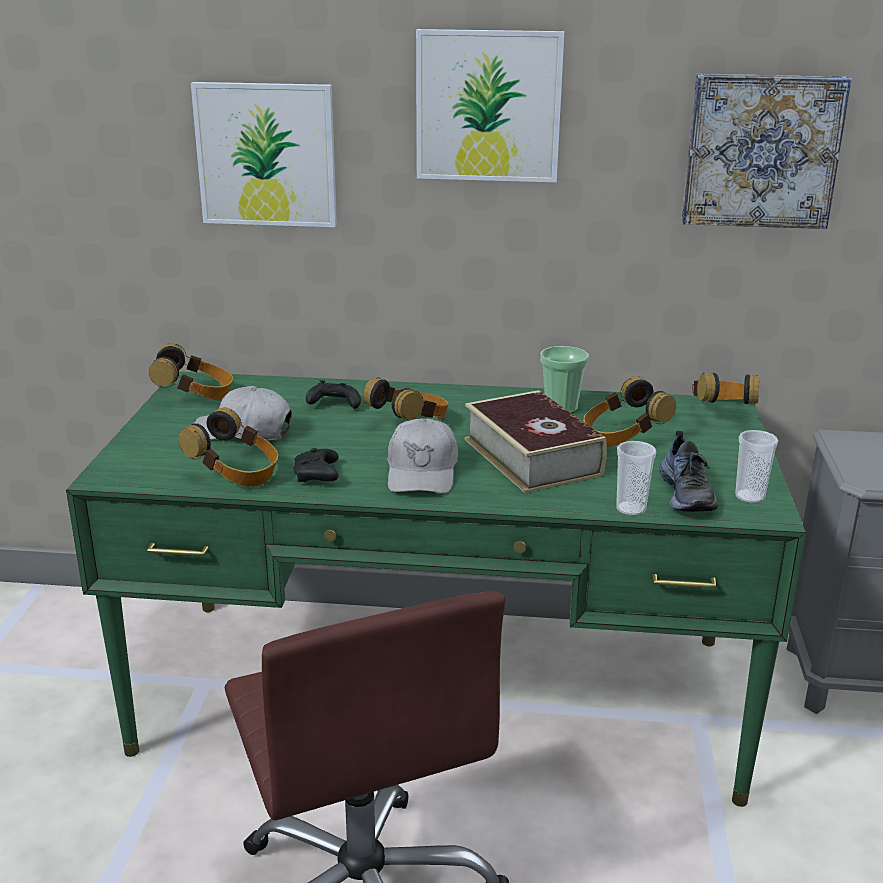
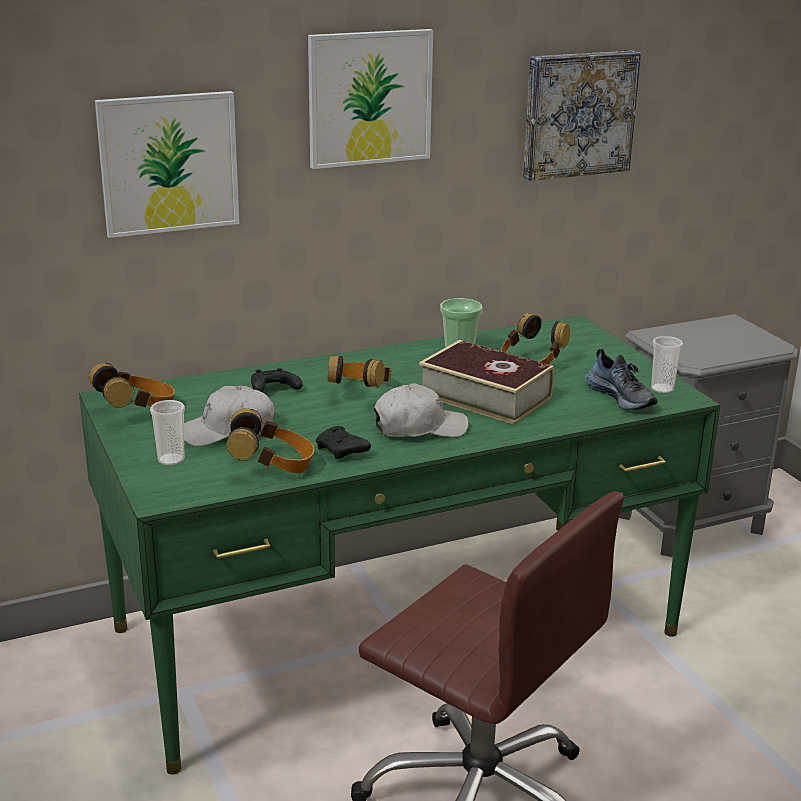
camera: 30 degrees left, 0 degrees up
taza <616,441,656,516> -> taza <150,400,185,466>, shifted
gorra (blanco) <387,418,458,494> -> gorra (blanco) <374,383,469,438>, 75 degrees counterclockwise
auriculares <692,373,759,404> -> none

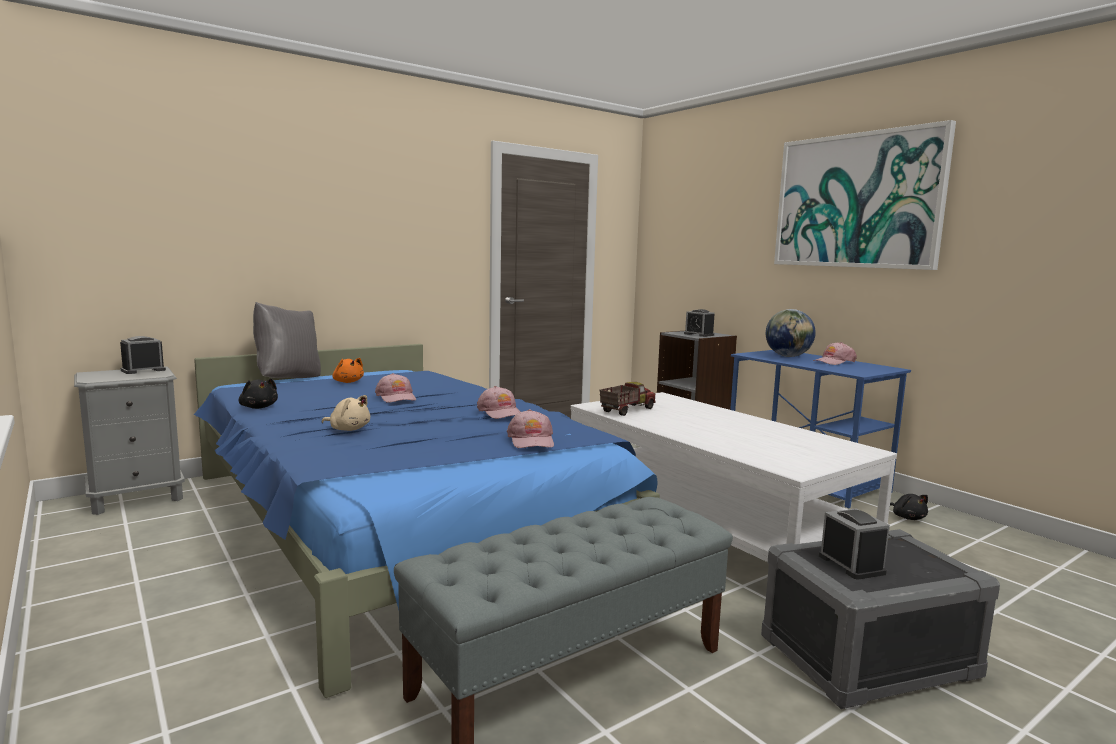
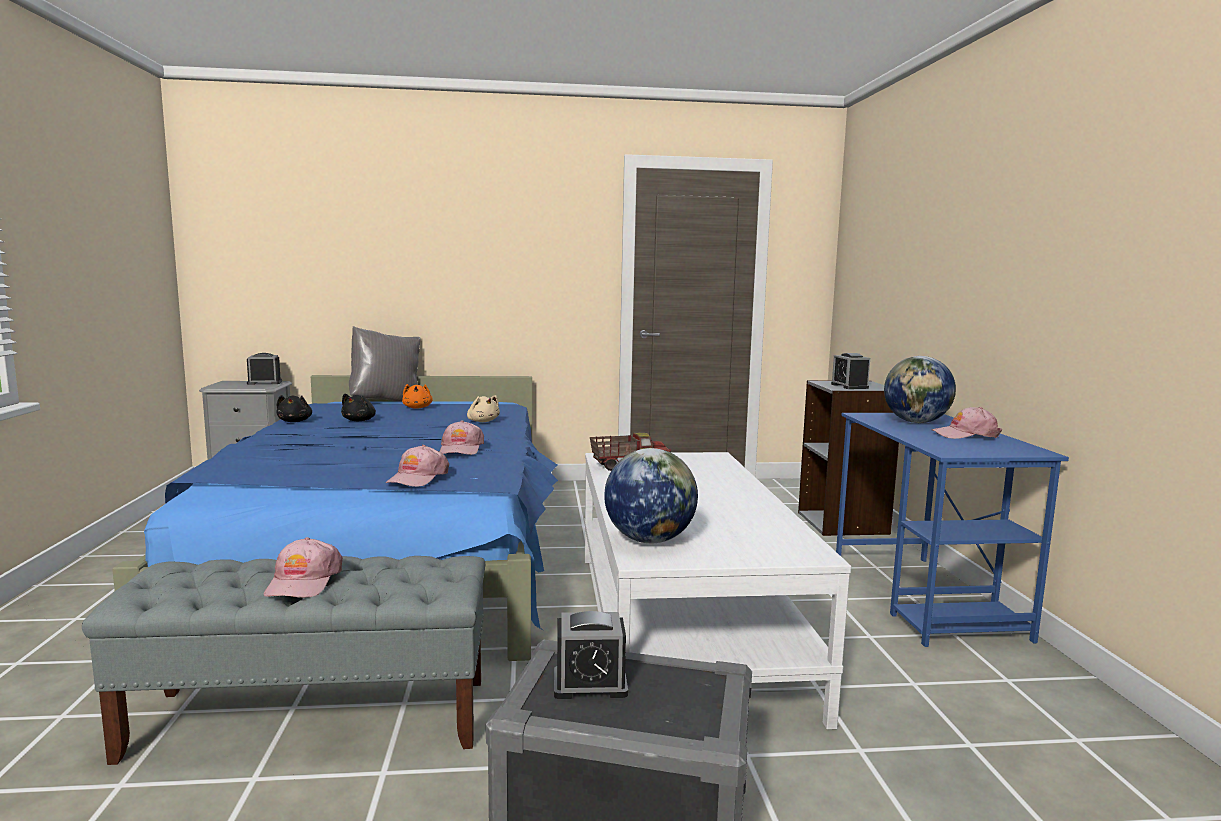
camera: 30 degrees right, 0 degrees up
gorra (rosa) <375,373,416,403> -> gorra (rosa) <264,537,343,598>, shifted
peluche (negro) <890,494,928,520> -> peluche (negro) <341,394,376,421>, shifted
peluche (beis) <322,395,370,431> -> peluche (beis) <467,395,500,422>, shifted
despertador <819,509,890,580> -> despertador <554,611,628,699>, 75 degrees clockwise
none -> globo terráqueo <604,448,698,543>
cuadro <774,120,956,270> -> none

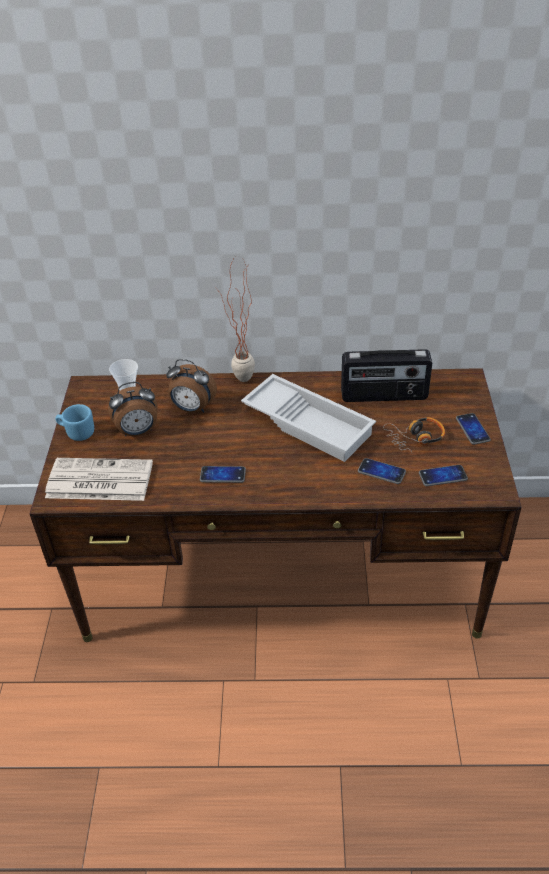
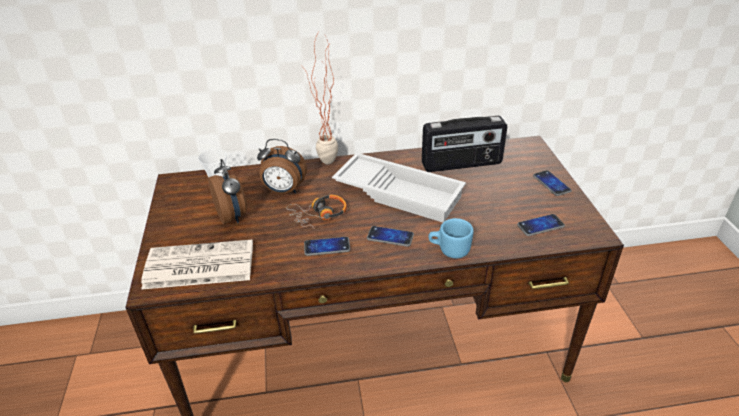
camera: 10 degrees left, 5 degrees down
despertador <108,382,157,436> -> despertador <208,159,247,224>, 90 degrees counterclockwise
auriculares <383,417,445,454> -> auriculares <287,195,347,229>, shifted
móvil <358,458,406,484> -> móvil <367,226,414,247>, shifted
taza grande (azul) <55,404,94,441> -> taza grande (azul) <428,218,474,258>, shifted

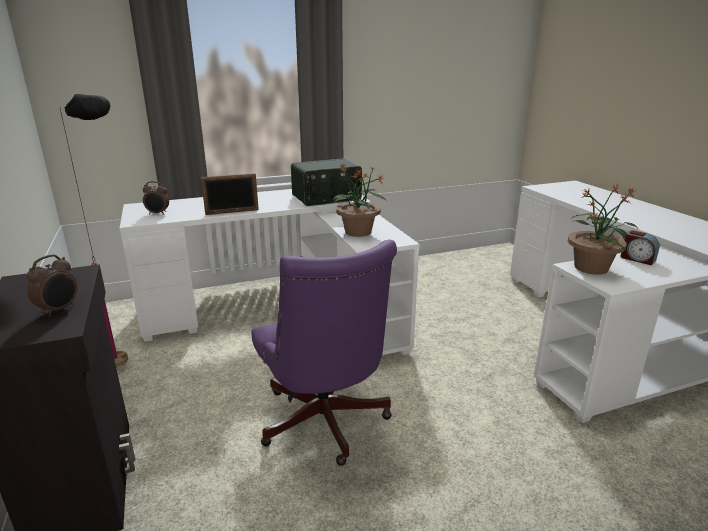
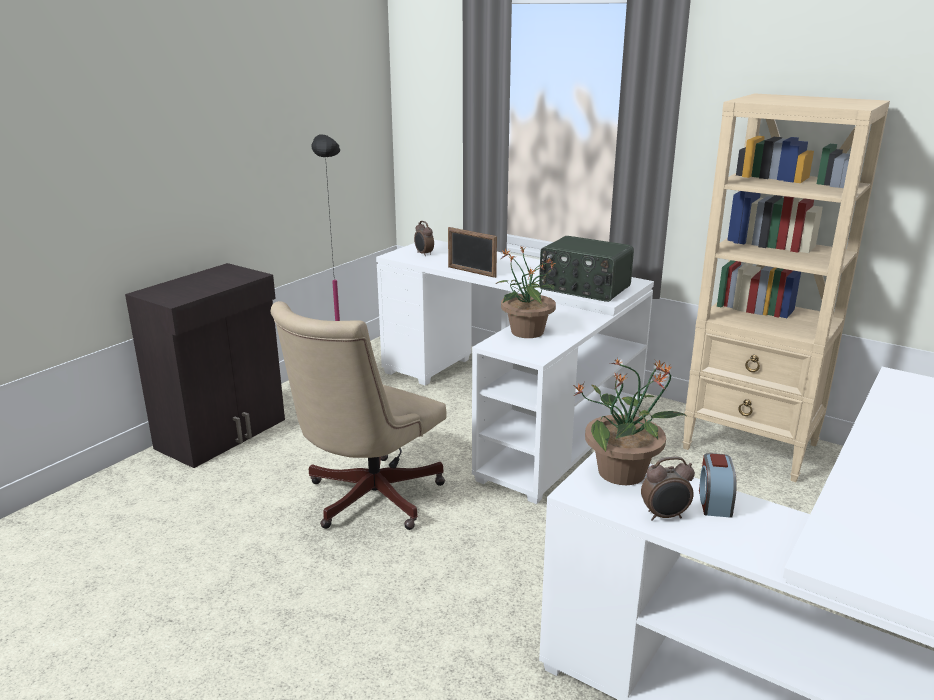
camera: 55 degrees right, 0 degrees up
silla de oficina (morado) <251,240,397,466> -> silla de oficina (beis) <270,301,447,530>
despertador <27,255,77,317> -> despertador <641,457,695,521>, shifted
none -> estantería (beis) <682,93,890,482>

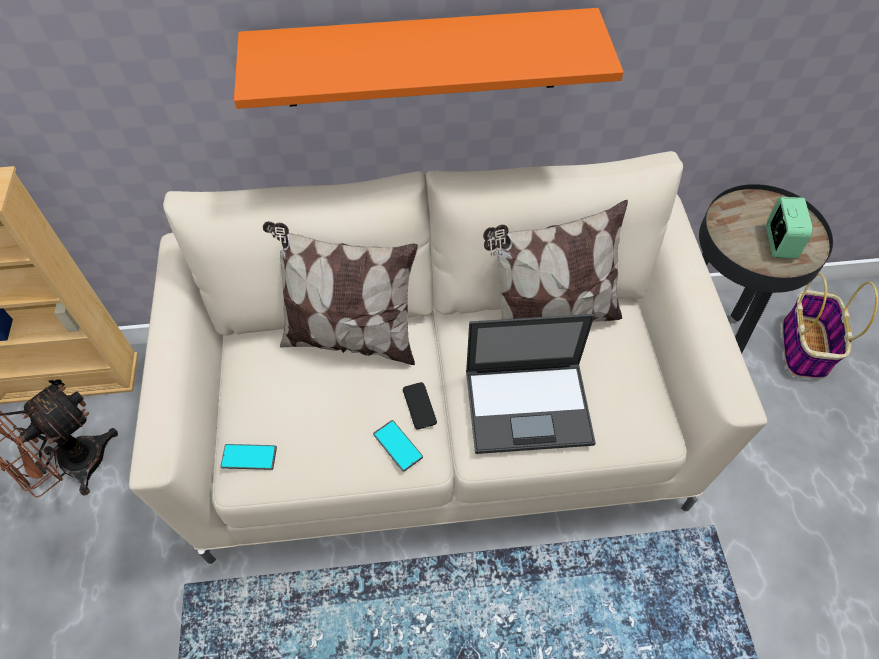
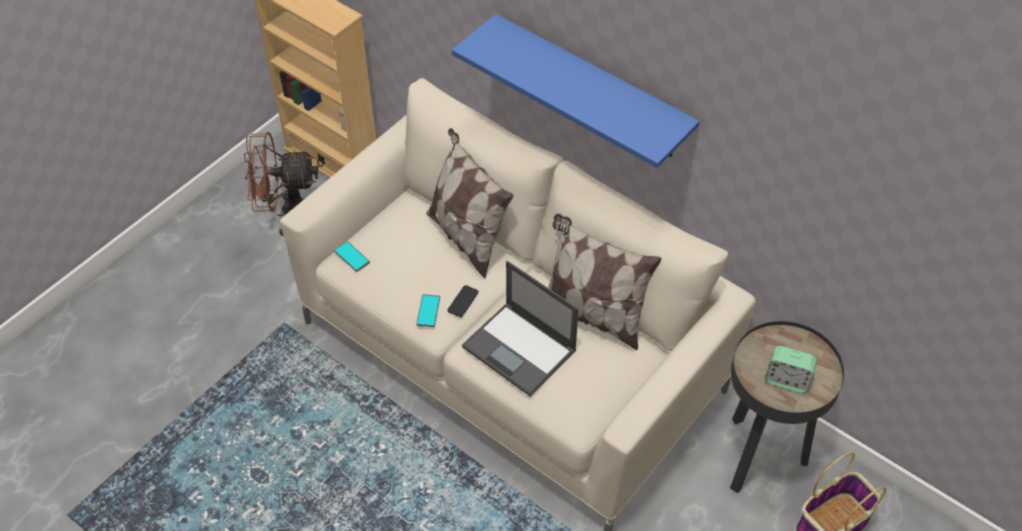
camera: 45 degrees right, 5 degrees down
estante (naranja) <234,8,624,109> -> estante (azul) <452,14,700,168>
despertador <766,197,812,259> -> despertador <765,346,817,393>, 60 degrees clockwise

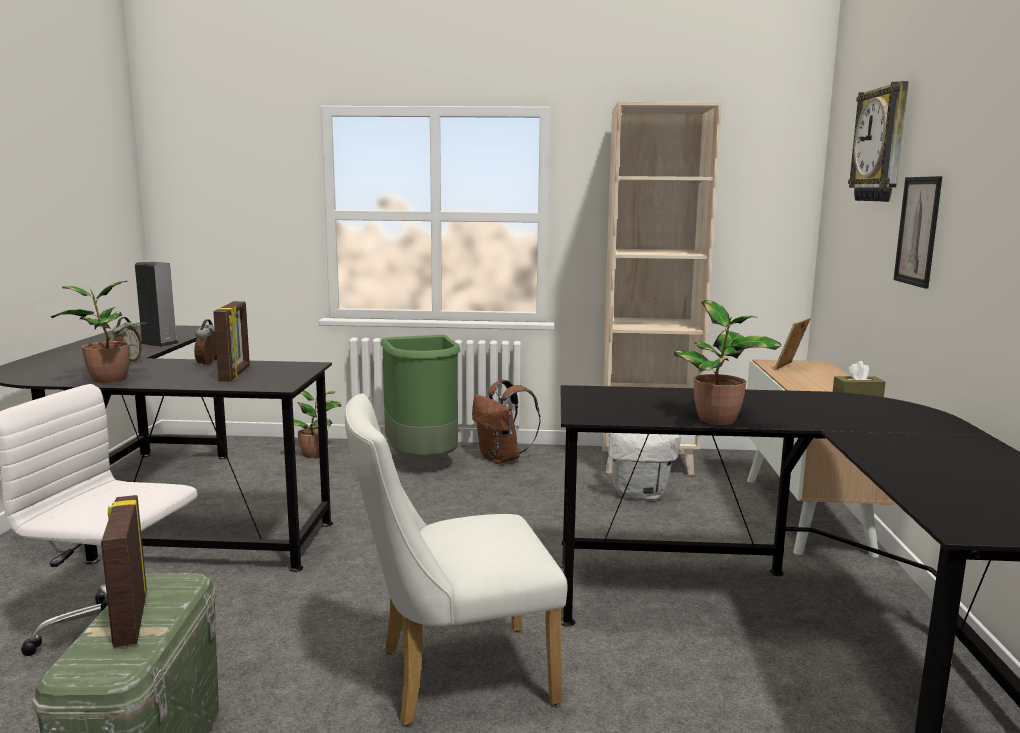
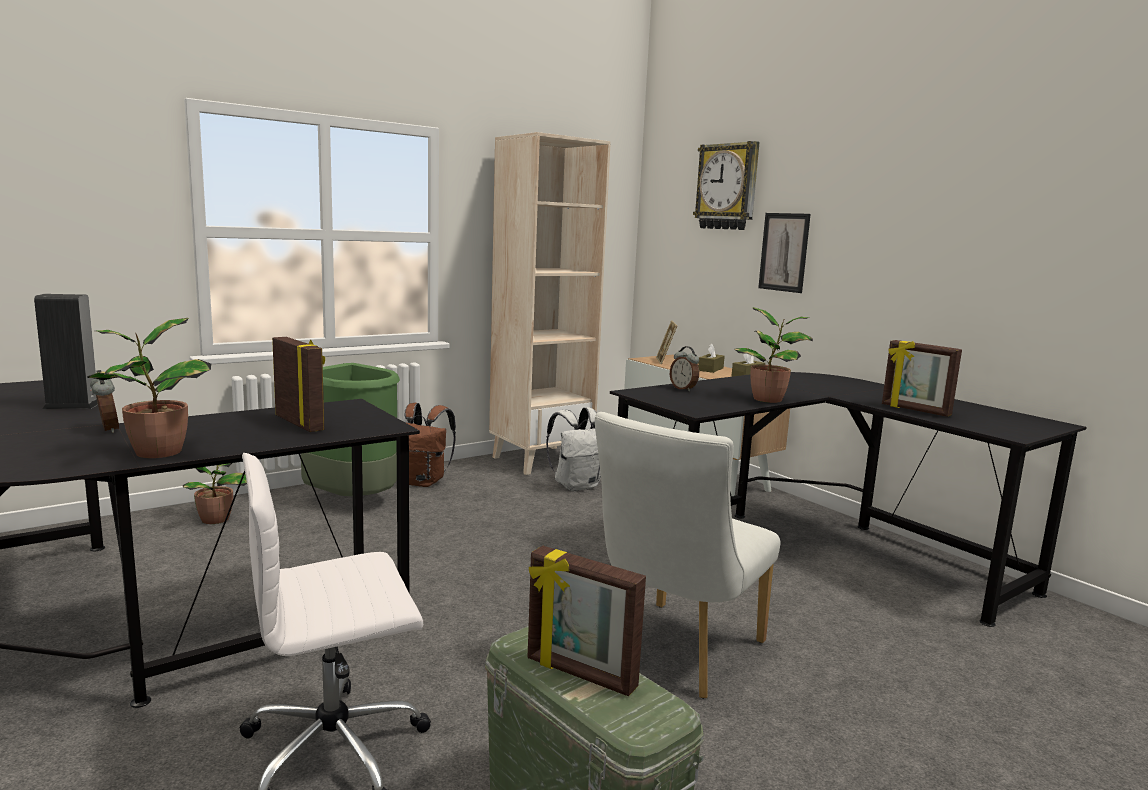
camera: 40 degrees left, 0 degrees up
despertador <194,319,216,367> -> despertador <670,346,699,391>, shifted
none -> caja de pañuelos (marrón) <698,344,725,373>
none -> portarretratos <882,340,962,417>

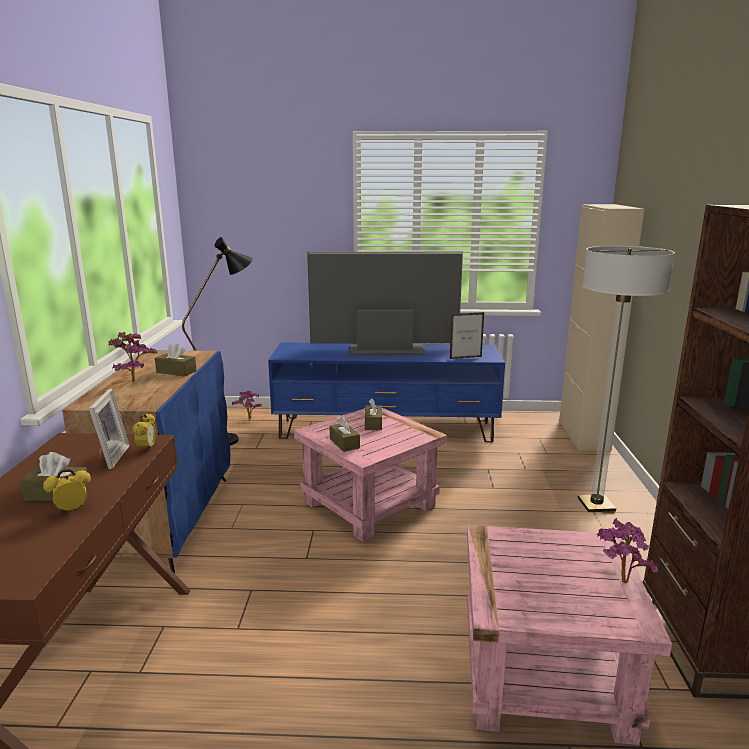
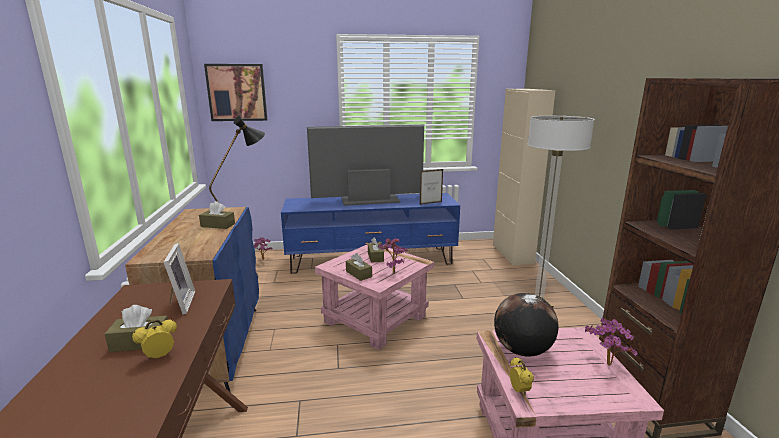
camera: 10 degrees left, 0 degrees up
none -> cuadro <204,64,267,121>
planta en maceta <108,332,157,382> -> planta en maceta <378,238,408,273>, shifted
none -> globo terráqueo <494,293,558,357>
despertador <133,413,156,452> -> despertador <510,357,534,396>, shifted

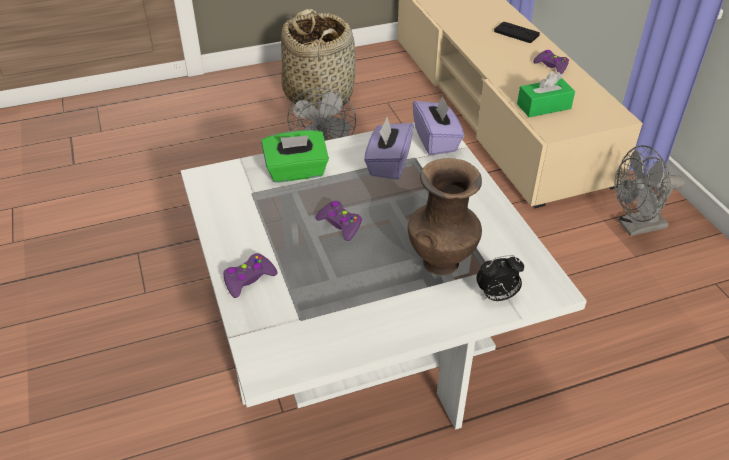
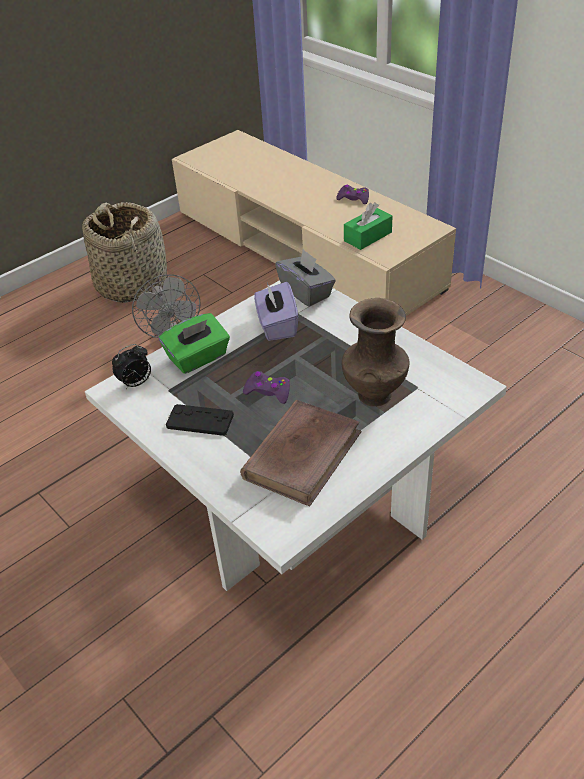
camera: 20 degrees left, 0 degrees up
despertador <476,255,524,301> -> despertador <112,344,151,389>, shifted
mando de consola (negro) <494,22,540,43> -> mando de consola (negro) <166,404,234,436>, shifted
none -> libro (marrón) <240,400,362,507>
caja de pañuelos (morado) <413,95,464,155> -> caja de pañuelos (gris) <275,249,336,307>
mando de consola (morado) <223,253,277,298> -> none
ventilador (gris) <614,145,685,236> -> none

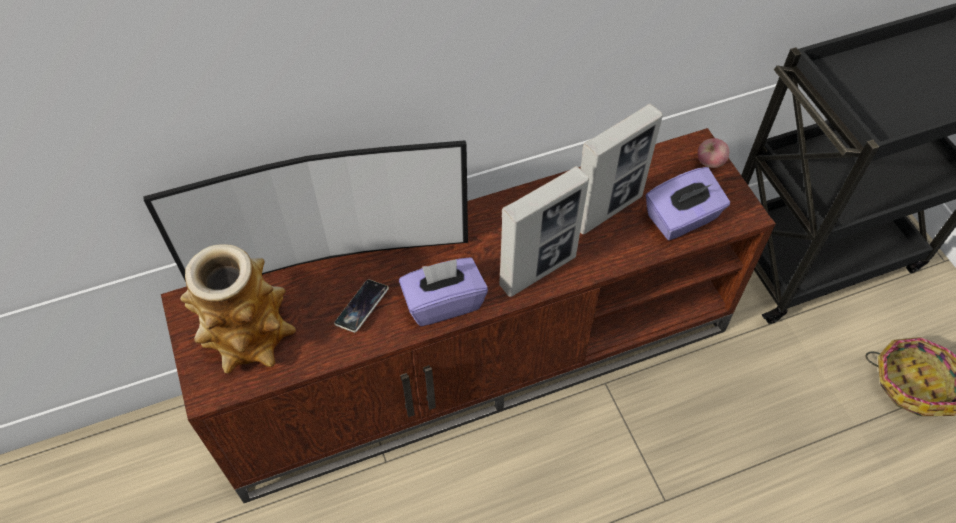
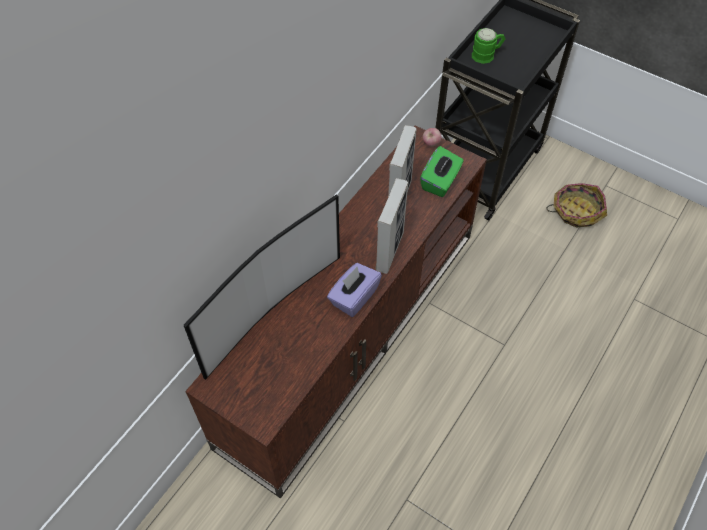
camera: 35 degrees left, 0 degrees up
caja de pañuelos (morado) <646,167,730,240> -> caja de pañuelos (verde) <420,146,464,197>
none -> taza grande (verde) <472,28,505,64>
florero <180,244,296,374> -> none
móvil <334,280,389,333> -> none

